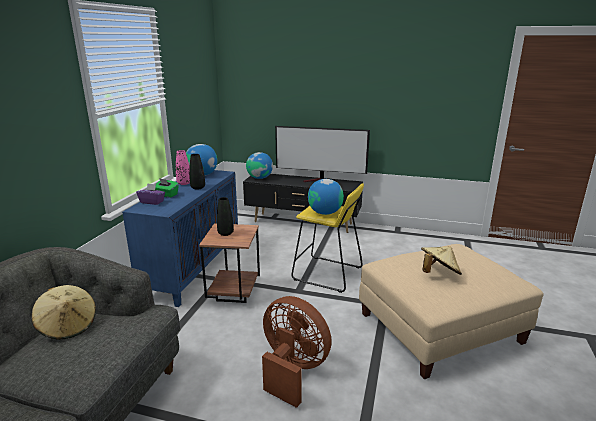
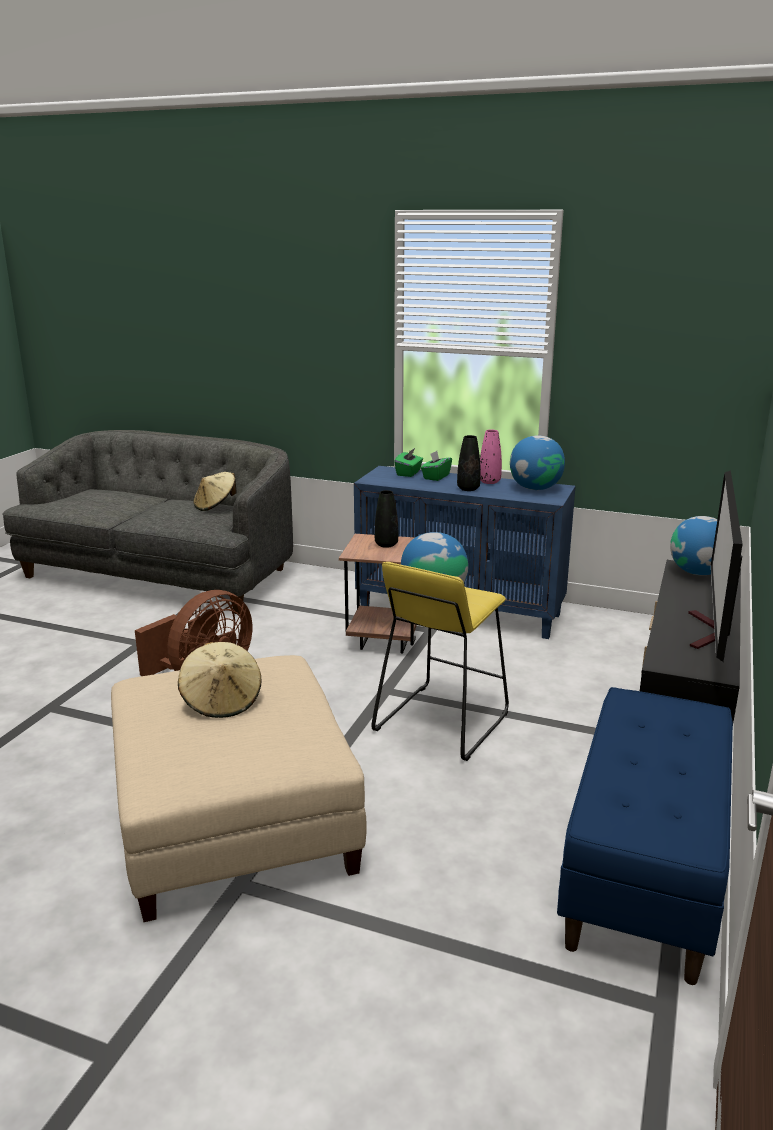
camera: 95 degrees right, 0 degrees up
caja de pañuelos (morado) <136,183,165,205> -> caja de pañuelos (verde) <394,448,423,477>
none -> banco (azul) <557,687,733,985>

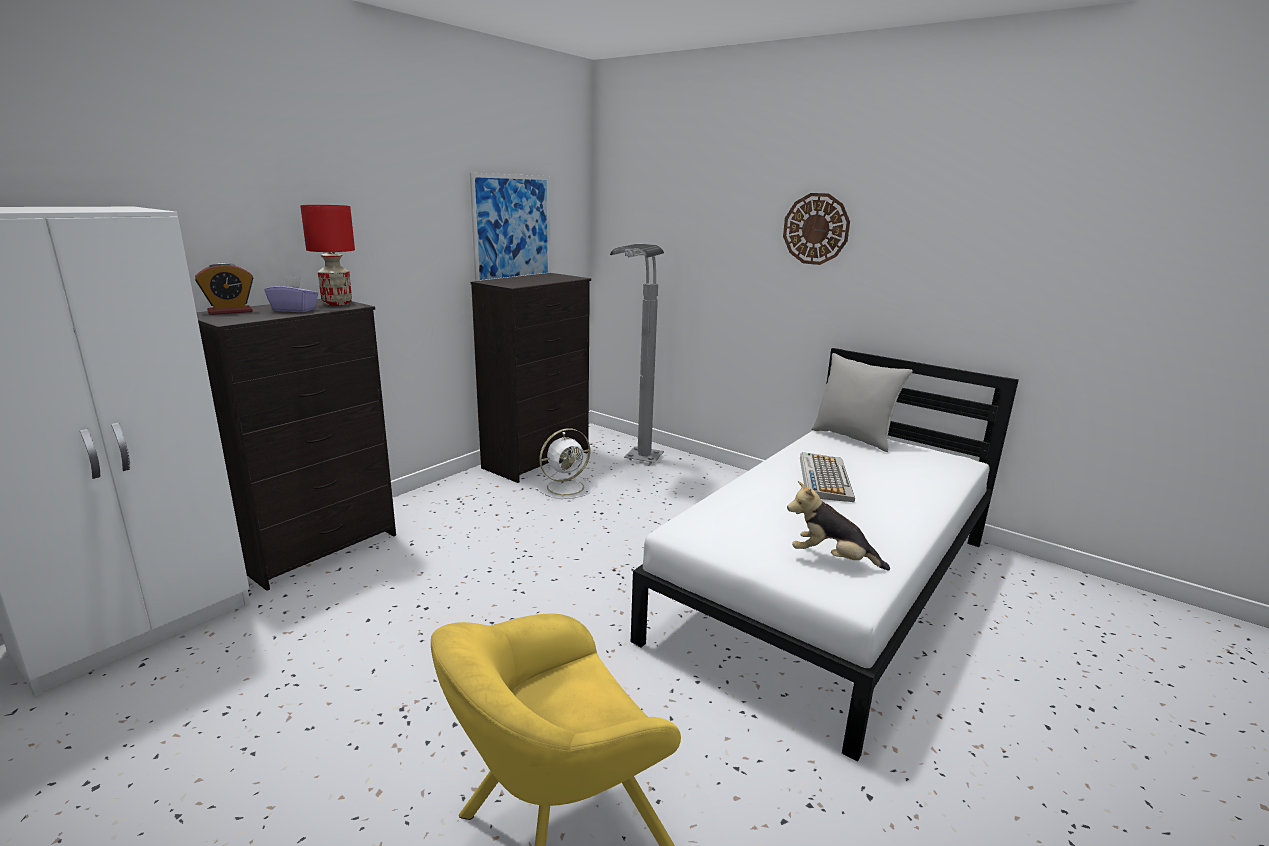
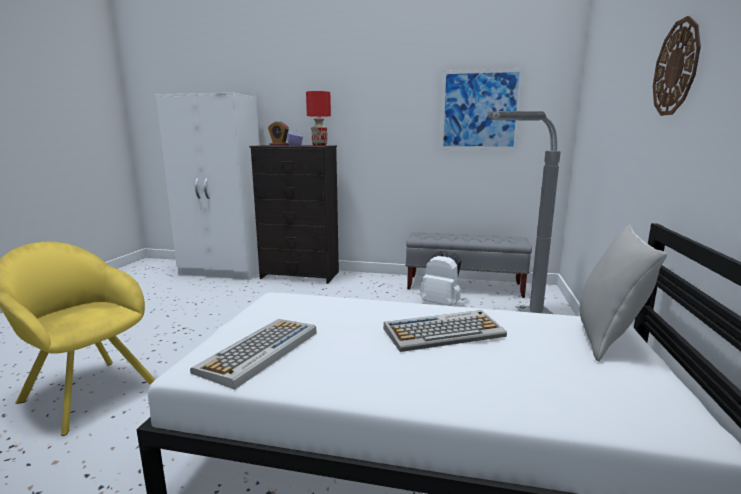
camera: 65 degrees right, 5 degrees down
peluche <787,481,890,571> -> teclado <190,319,317,390>
cómoda (negro) <471,273,591,483> -> banco (gris) <406,232,532,298>
ventilador (blanco) <535,428,594,499> -> mochila (blanco) <420,251,461,306>

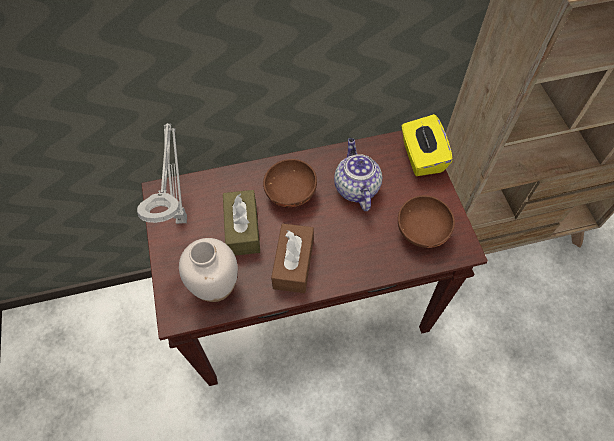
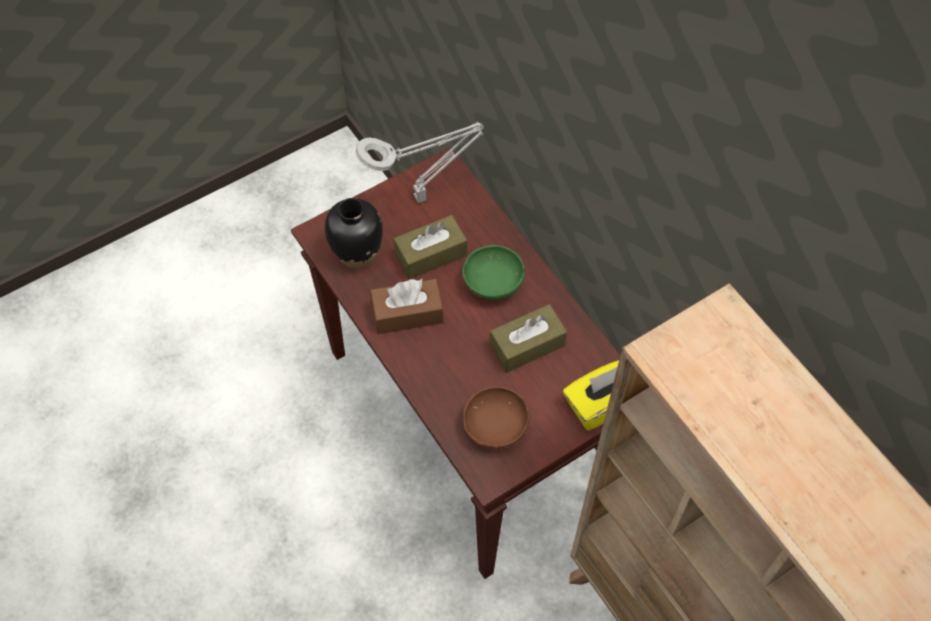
camera: 70 degrees right, 0 degrees up
florero (blanco) <179,238,238,302> -> florero (negro) <325,198,383,269>
cuenco (marrón) <263,159,317,207> -> cuenco (verde) <462,245,525,300>
tetera <334,138,382,211> -> caja de pañuelos (marrón) <489,304,567,373>

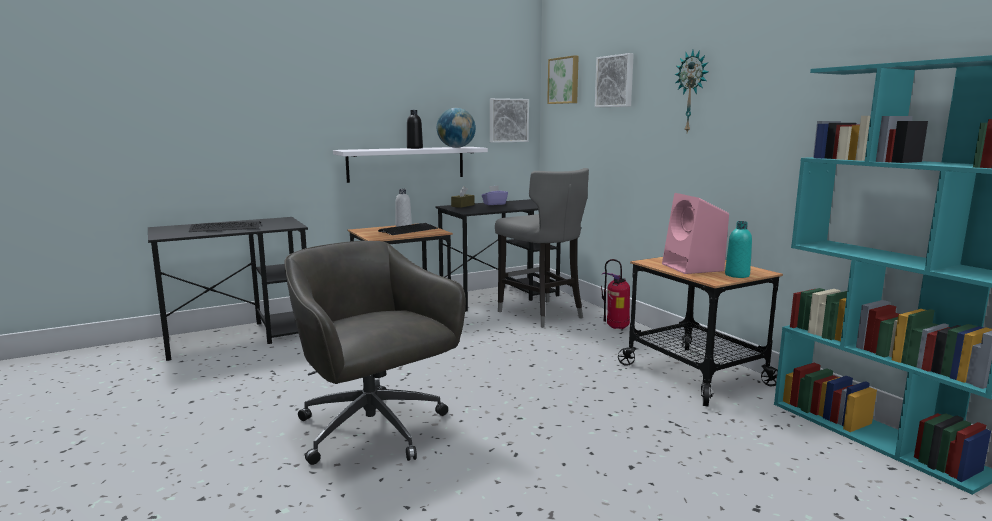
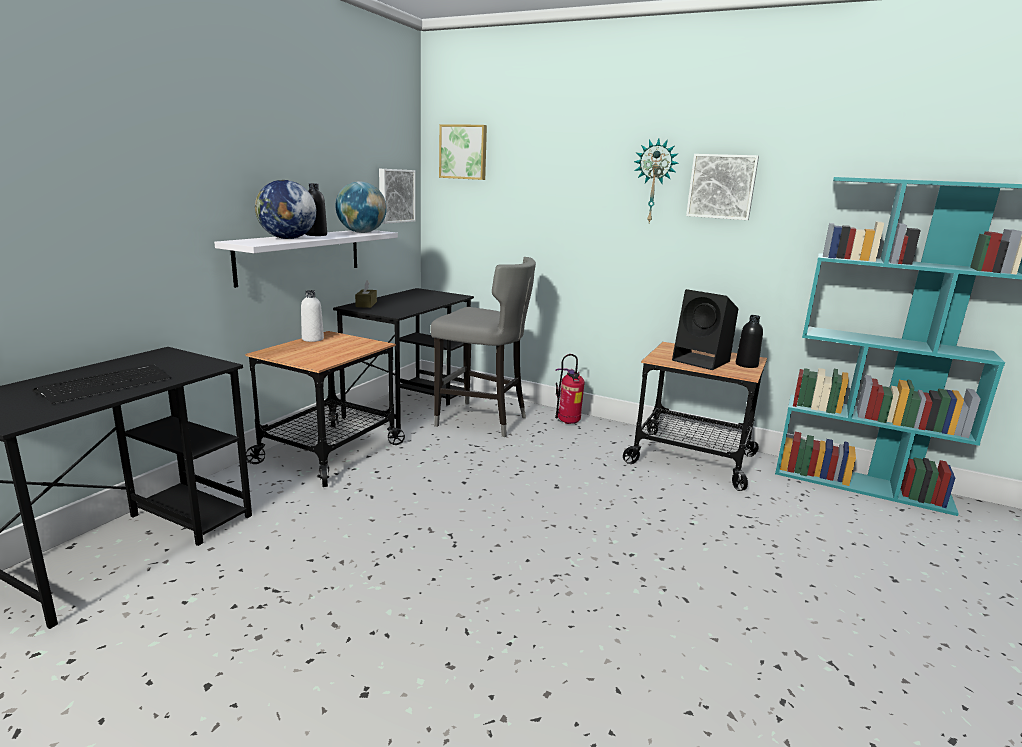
camera: 35 degrees left, 5 degrees up
none -> globo terráqueo <255,180,316,239>
altavoz (rosa) <662,193,729,274> -> altavoz (negro) <672,289,738,370>
cuadro <595,53,634,107> -> cuadro <686,154,759,220>, shifted
botella (turquesa) <725,221,752,278> -> botella (negro) <736,315,763,368>
silla de oficina (gris) <284,241,466,465> -> none
teclado <378,223,438,235> -> none
caja de pañuelos (morado) <481,185,508,205> -> none

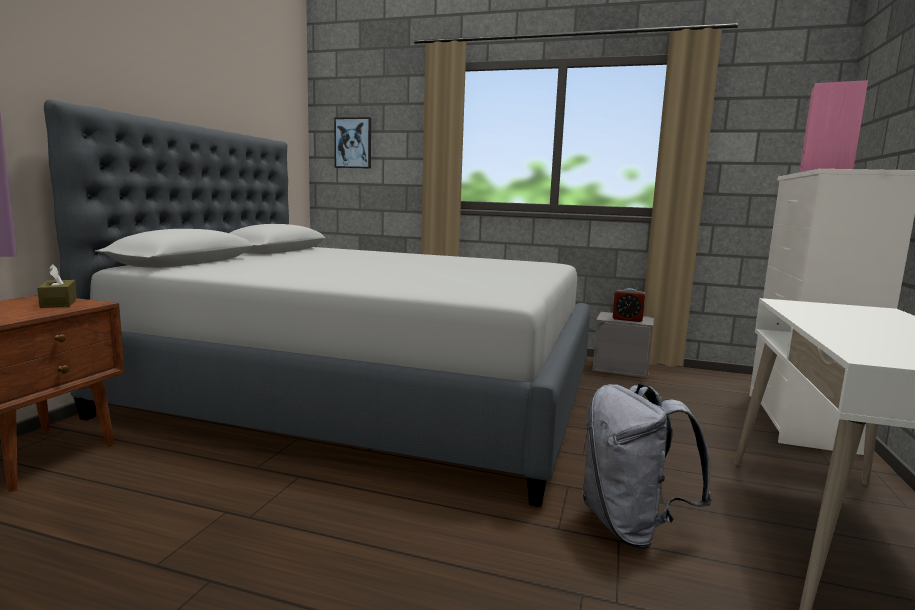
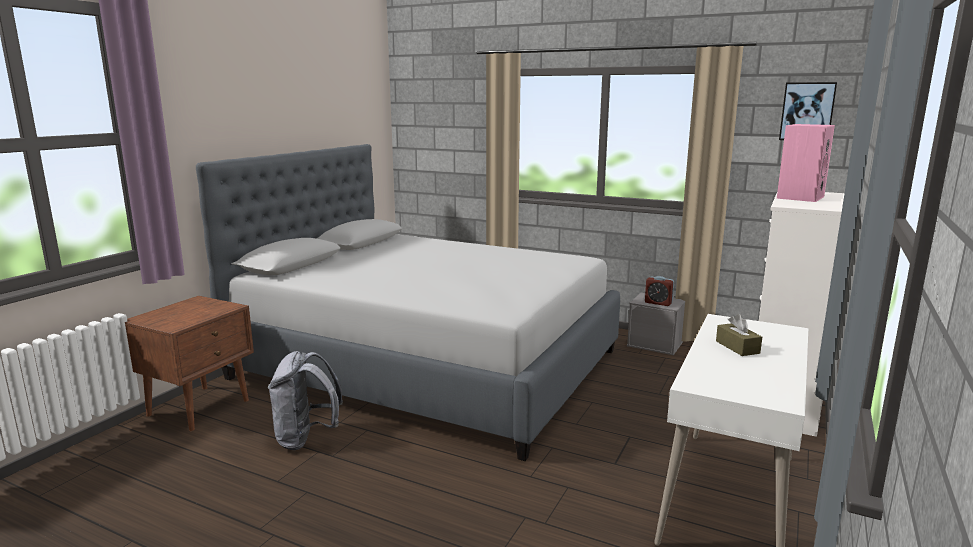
camera: 10 degrees right, 5 degrees up
mochila (gris) <582,383,712,549> -> mochila (gris) <268,351,343,450>, shifted
caja de pañuelos (marrón) <37,264,77,308> -> caja de pañuelos (marrón) <716,314,762,356>, shifted
cuadro <334,117,371,168> -> cuadro <779,82,837,140>, shifted

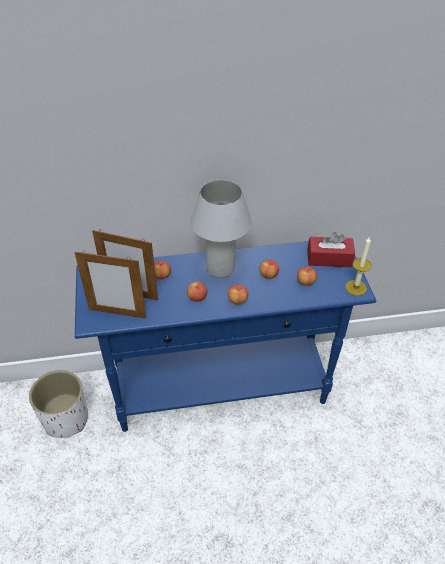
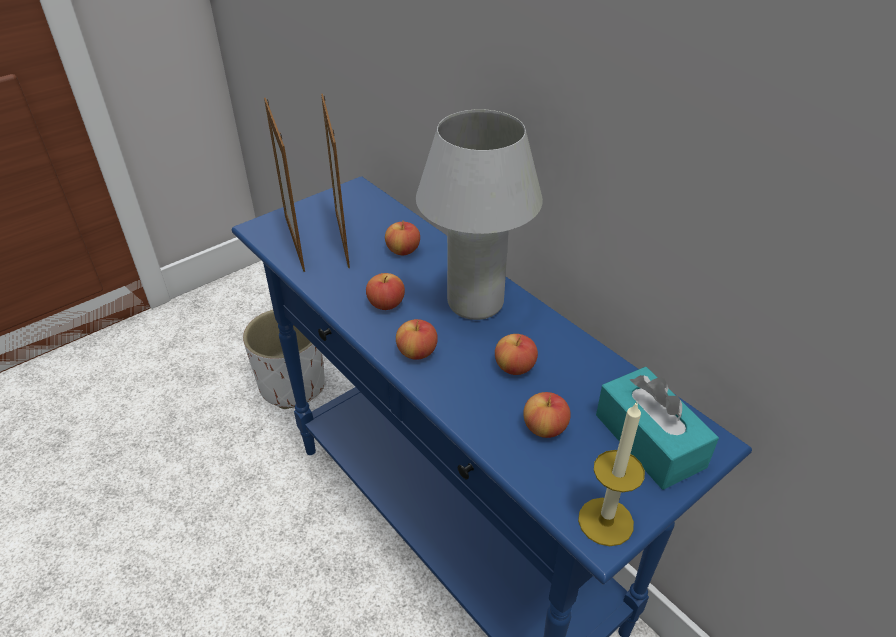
camera: 60 degrees right, 5 degrees down
caja de pañuelos (rojo) <307,232,355,267> -> caja de pañuelos (turquesa) <596,367,719,490>

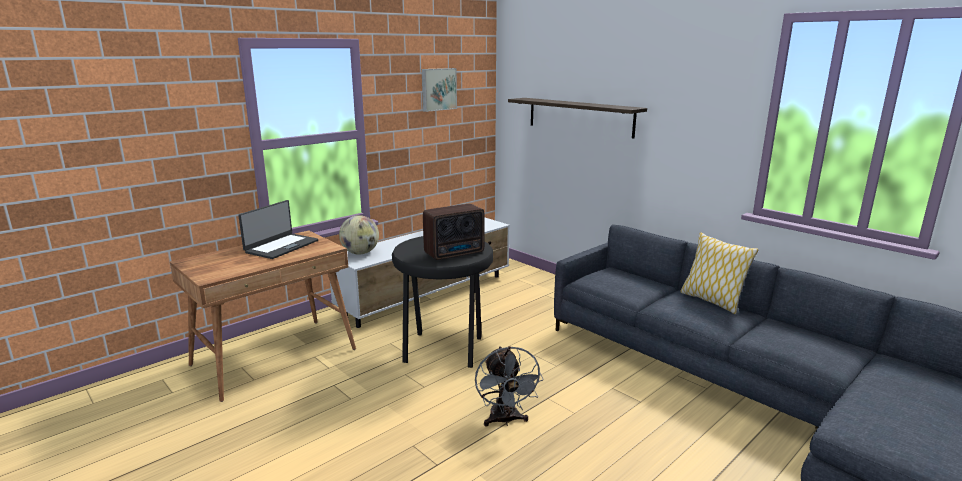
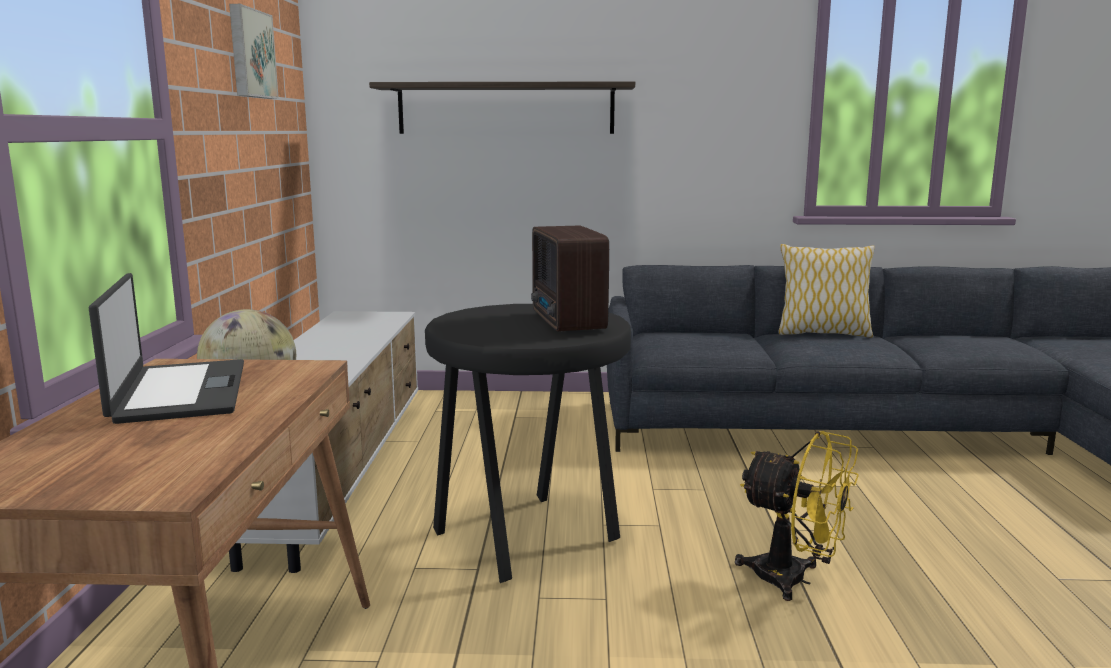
camera: 45 degrees left, 5 degrees down
radio <423,204,485,260> -> radio <531,225,609,332>, 150 degrees clockwise
ventilador (gris) <475,346,544,427> -> ventilador (amarillo) <735,431,859,601>

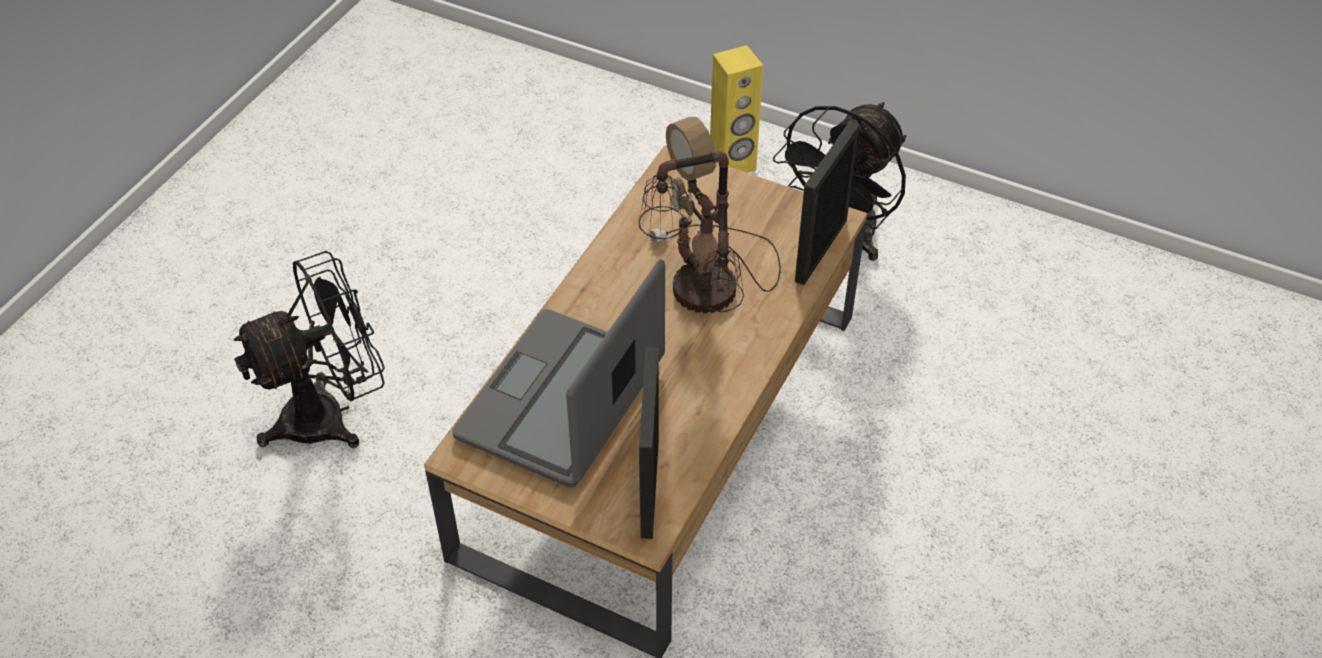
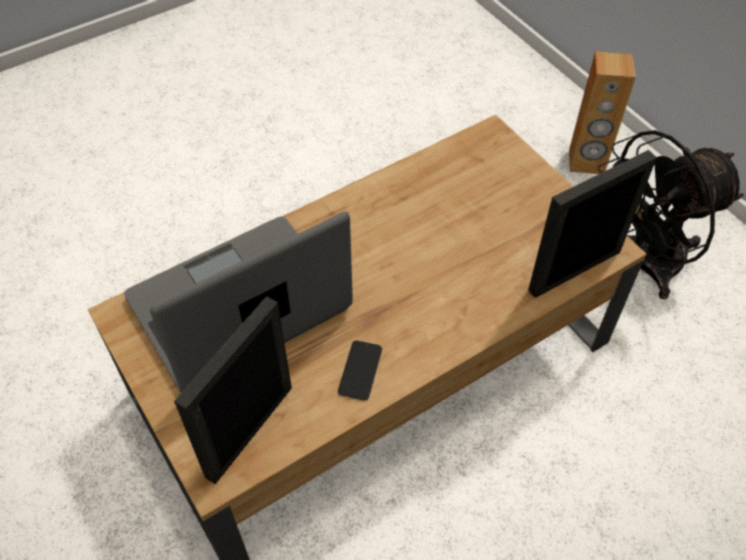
camera: 30 degrees right, 5 degrees up
none -> móvil <338,341,382,401>
altavoz (amarillo) <710,45,763,173> -> altavoz (marrón) <569,51,636,174>
ventilador (negro) <234,251,385,448> -> none
lámpara de mesa <639,117,781,313> -> none

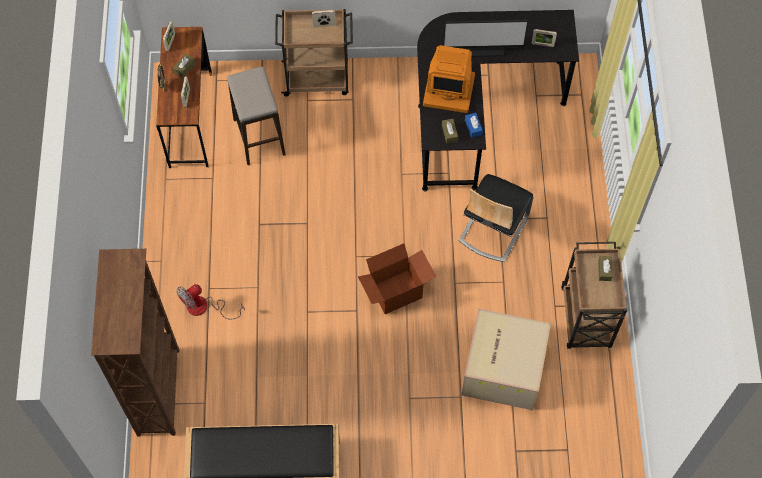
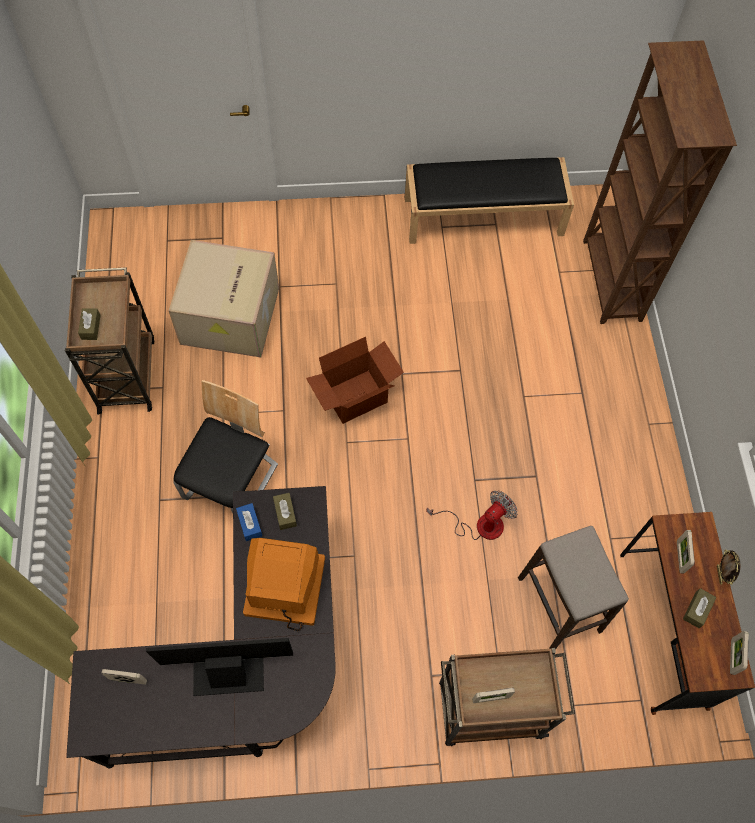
camera: 175 degrees right, 0 degrees up
ventilador <176,284,245,320> -> ventilador <426,490,518,540>, shifted

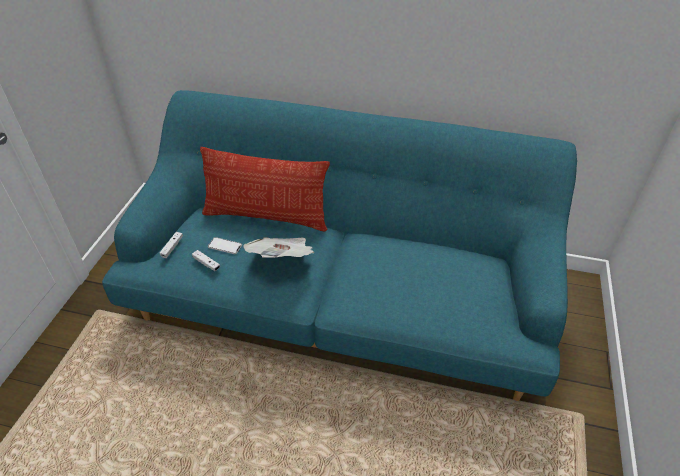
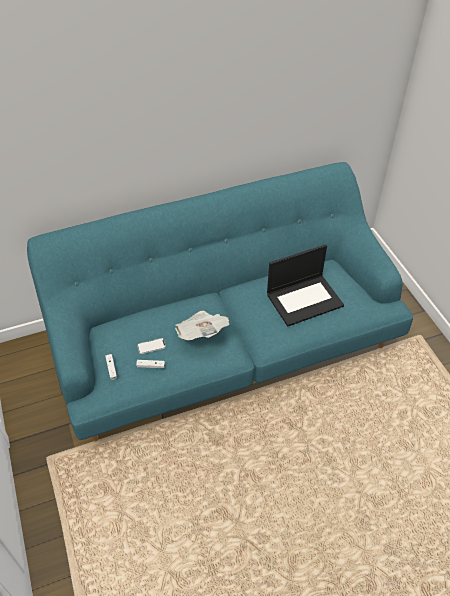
camera: 35 degrees left, 5 degrees up
none -> portátil <267,244,344,327>
cojín <200,147,330,231> -> none

